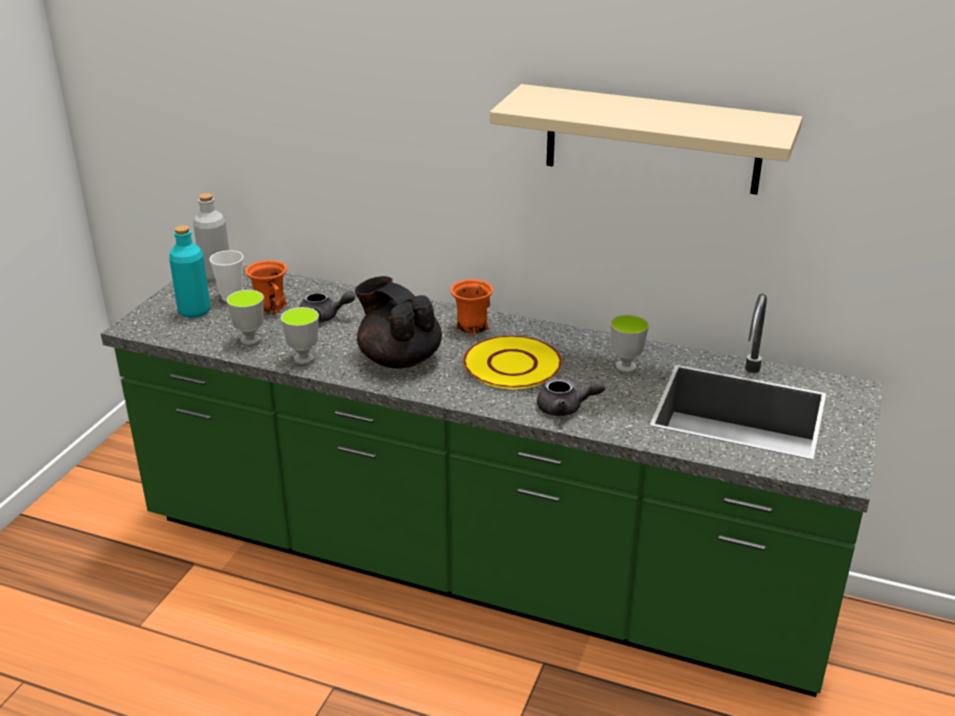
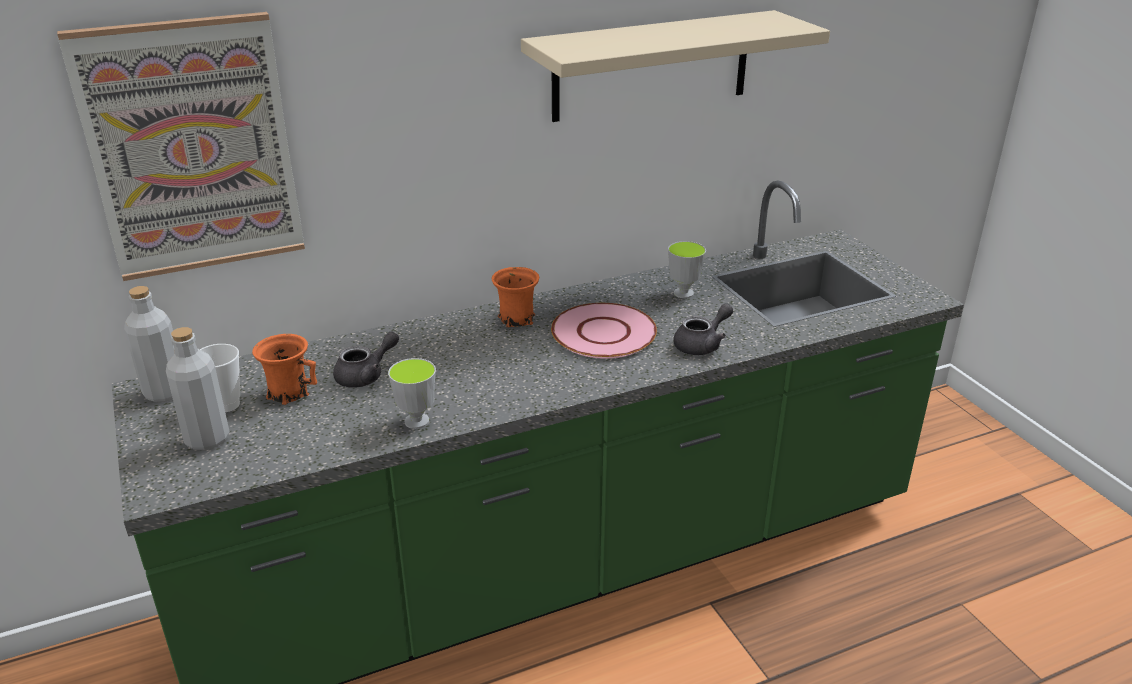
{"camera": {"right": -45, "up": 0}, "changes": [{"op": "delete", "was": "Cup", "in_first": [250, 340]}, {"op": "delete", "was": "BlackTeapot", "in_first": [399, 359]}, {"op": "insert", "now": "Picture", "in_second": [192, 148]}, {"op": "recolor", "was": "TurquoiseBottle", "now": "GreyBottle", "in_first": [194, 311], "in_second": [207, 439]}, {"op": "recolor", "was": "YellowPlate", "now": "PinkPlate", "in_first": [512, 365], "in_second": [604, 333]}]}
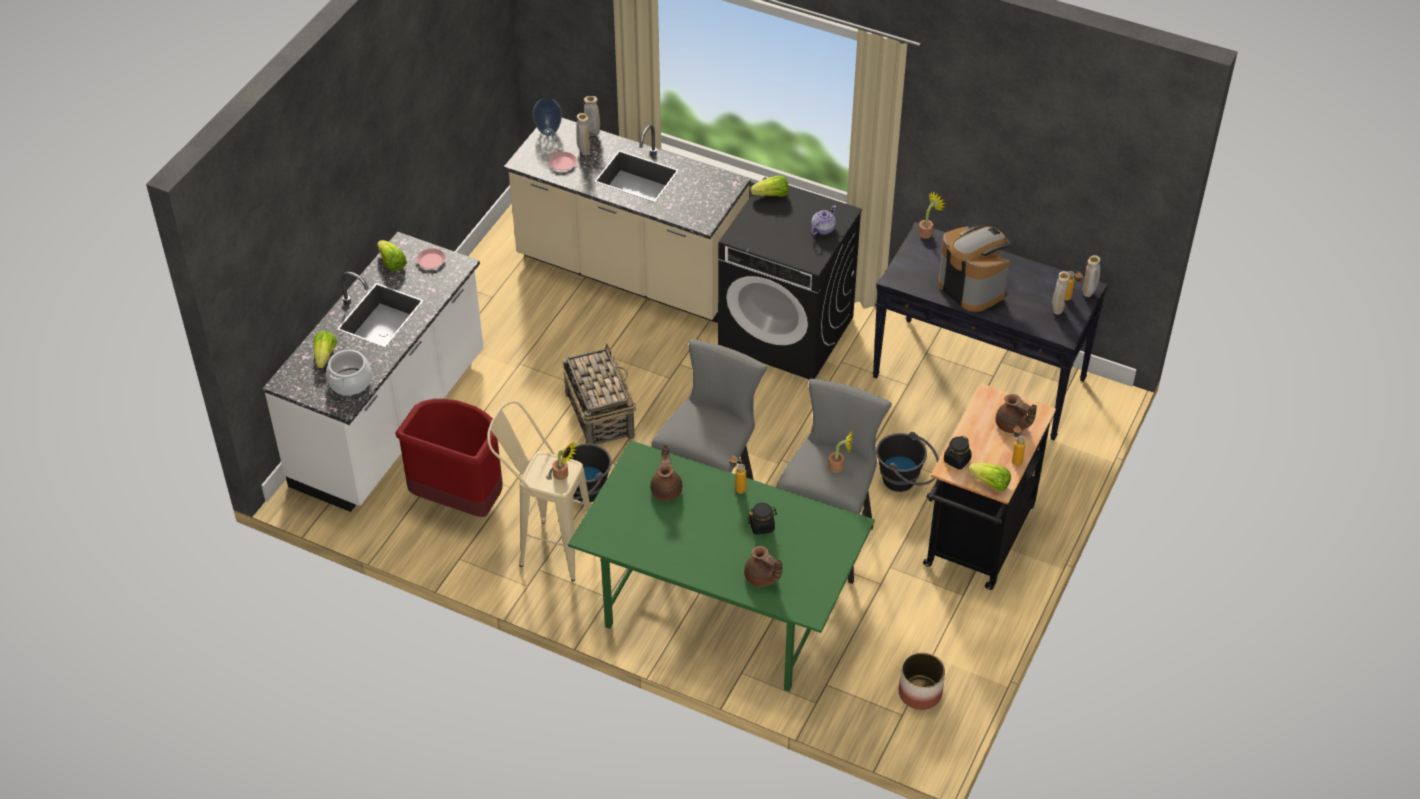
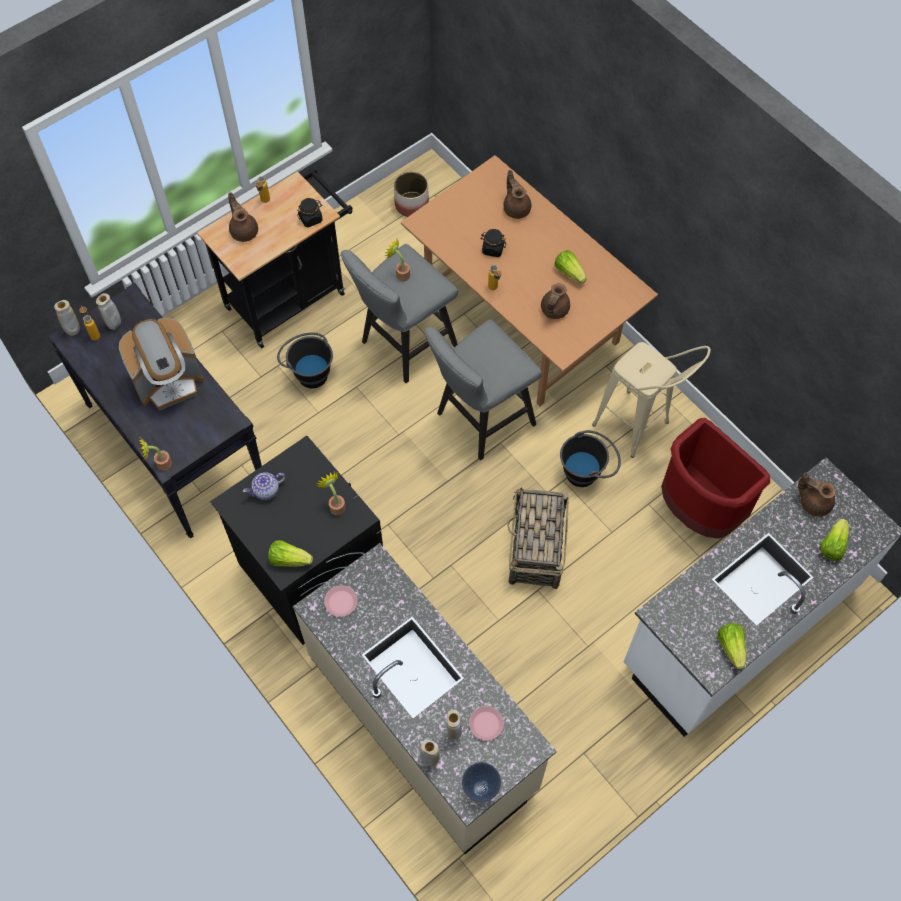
{"camera": {"right": -155, "up": 15}, "changes": [{"op": "move", "was": "PinkPlate", "in_first": [431, 261], "in_second": [341, 602]}, {"op": "move", "was": "PottedPlant", "in_first": [563, 475], "in_second": [335, 505]}, {"op": "move", "was": "Lettuce", "in_first": [990, 483], "in_second": [569, 272]}, {"op": "replace", "was": "CookingPot", "now": "BrownTeapot", "in_first": [350, 382], "in_second": [813, 502]}, {"op": "recolor", "was": "GreenDiningTable", "now": "BrownDiningTable", "in_first": [723, 609], "in_second": [519, 320]}, {"op": "rotate", "was": "CoffeeMachine", "in_first": [972, 287], "in_second": [169, 382], "clockwise": -105}]}
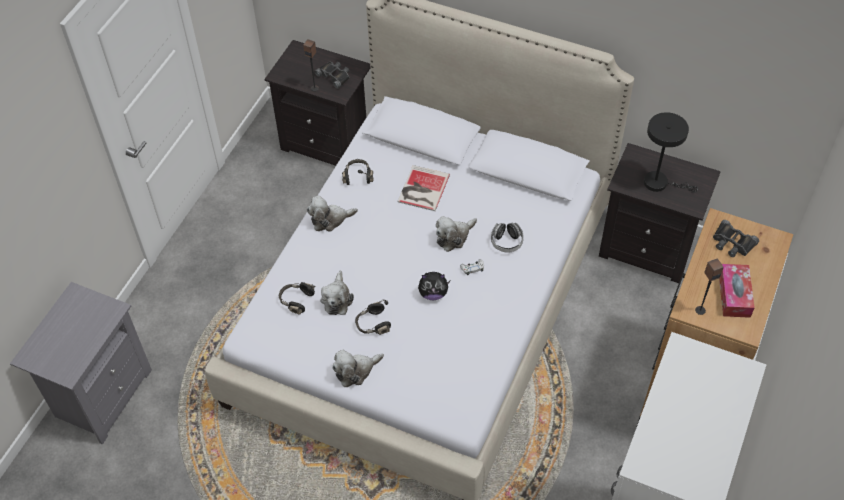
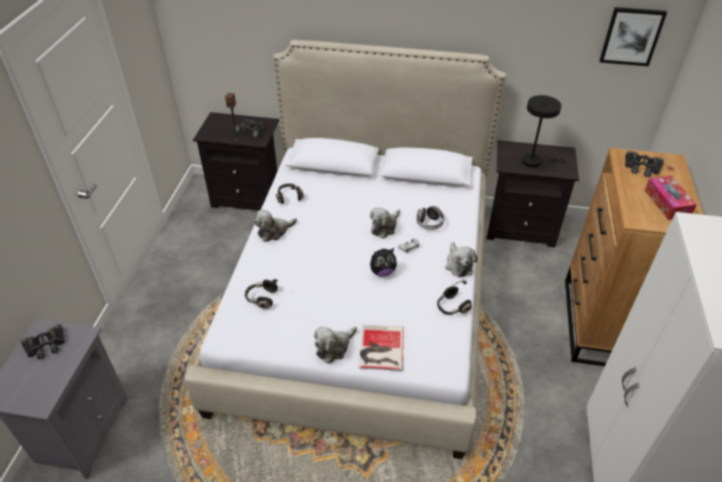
{"camera": {"right": -15, "up": -10}, "changes": [{"op": "delete", "was": "Speaker", "in_first": [700, 310]}, {"op": "insert", "now": "BlackBinoculars", "in_second": [46, 345]}, {"op": "insert", "now": "Picture", "in_second": [631, 36]}, {"op": "move", "was": "PlushToy", "in_first": [337, 299], "in_second": [458, 265]}, {"op": "move", "was": "BlackHeadphones", "in_first": [373, 324], "in_second": [452, 306]}, {"op": "move", "was": "Book", "in_first": [422, 189], "in_second": [380, 348]}]}
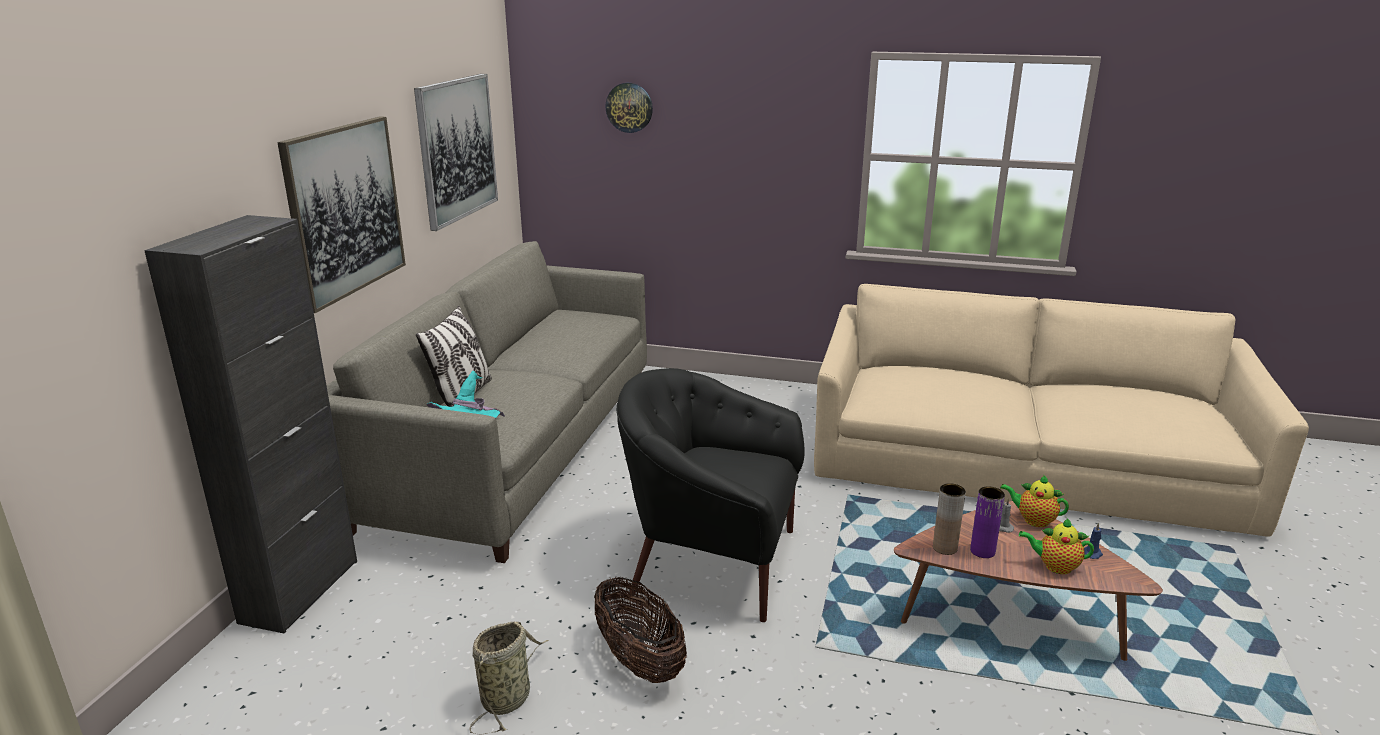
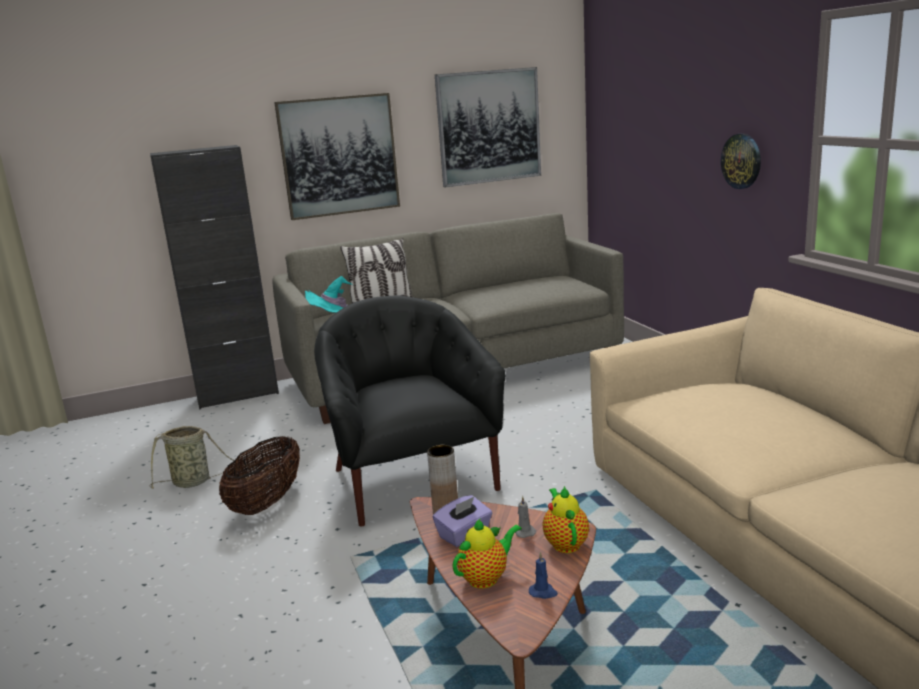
{"camera": {"right": 55, "up": -5}, "changes": [{"op": "move", "was": "WallClock", "in_first": [629, 107], "in_second": [741, 161]}, {"op": "replace", "was": "PurpleVase", "now": "PurpleTissueBox", "in_first": [982, 551], "in_second": [464, 534]}, {"op": "rotate", "was": "Teapot", "in_first": [1055, 566], "in_second": [486, 578], "clockwise": 75}]}
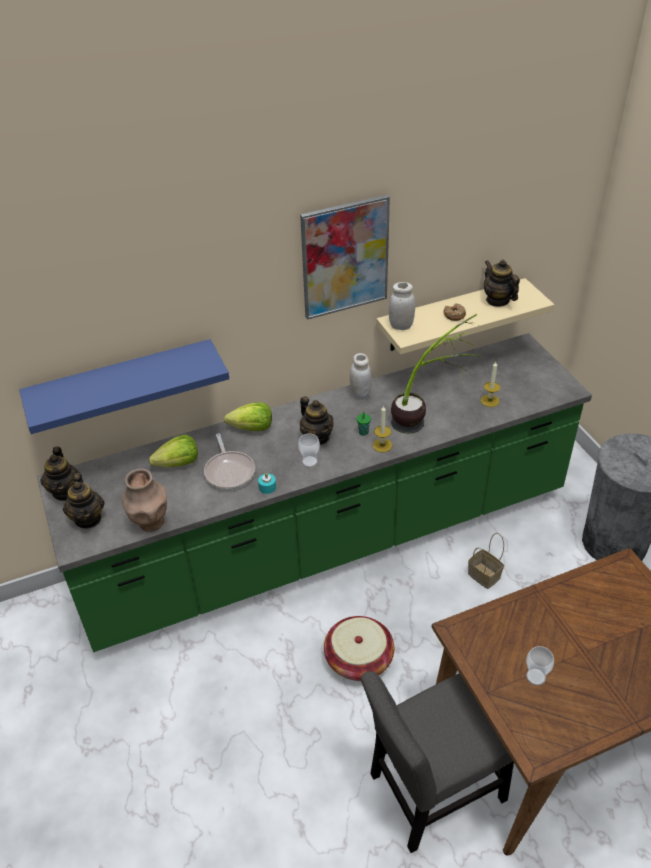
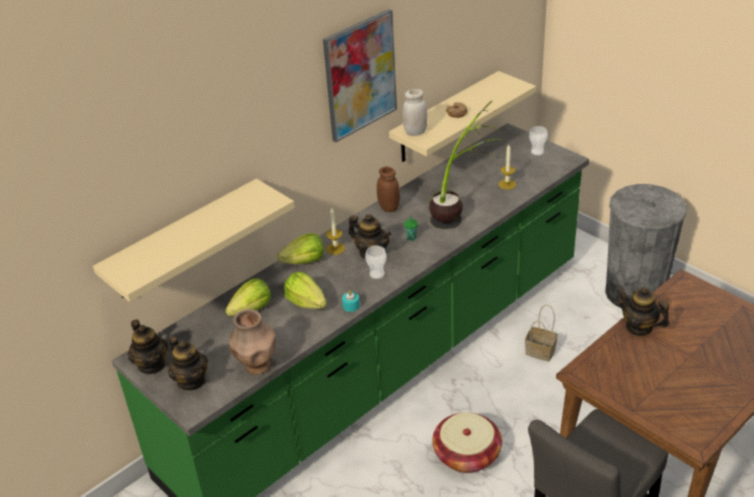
{"camera": {"right": -20, "up": -5}, "changes": [{"op": "move", "was": "Candle", "in_first": [382, 445], "in_second": [335, 248]}, {"op": "move", "was": "Teapot", "in_first": [497, 300], "in_second": [639, 327]}, {"op": "move", "was": "Cup", "in_first": [535, 677], "in_second": [537, 152]}, {"op": "replace", "was": "FryingPan", "now": "Lettuce", "in_first": [229, 471], "in_second": [306, 303]}, {"op": "recolor", "was": "BlueShelf", "now": "BeigeShelf", "in_first": [122, 382], "in_second": [183, 240]}, {"op": "recolor", "was": "WhiteJar", "now": "BrownJar", "in_first": [360, 394], "in_second": [389, 208]}]}
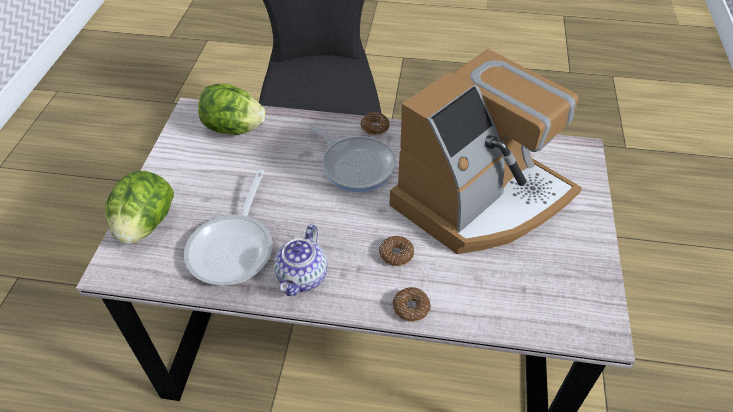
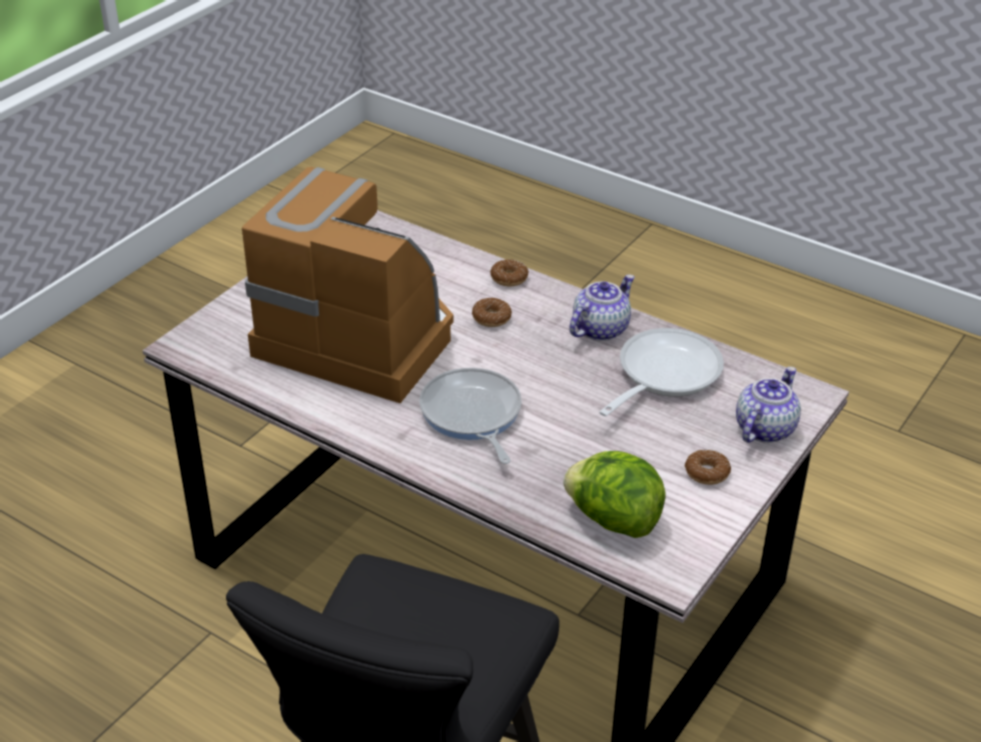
{"camera": {"right": -155, "up": -10}, "changes": [{"op": "move", "was": "Donut", "in_first": [374, 127], "in_second": [707, 473]}, {"op": "replace", "was": "Lettuce", "now": "Teapot", "in_first": [145, 225], "in_second": [764, 428]}, {"op": "rotate", "was": "CoffeeMachine", "in_first": [480, 199], "in_second": [357, 336], "clockwise": 45}]}
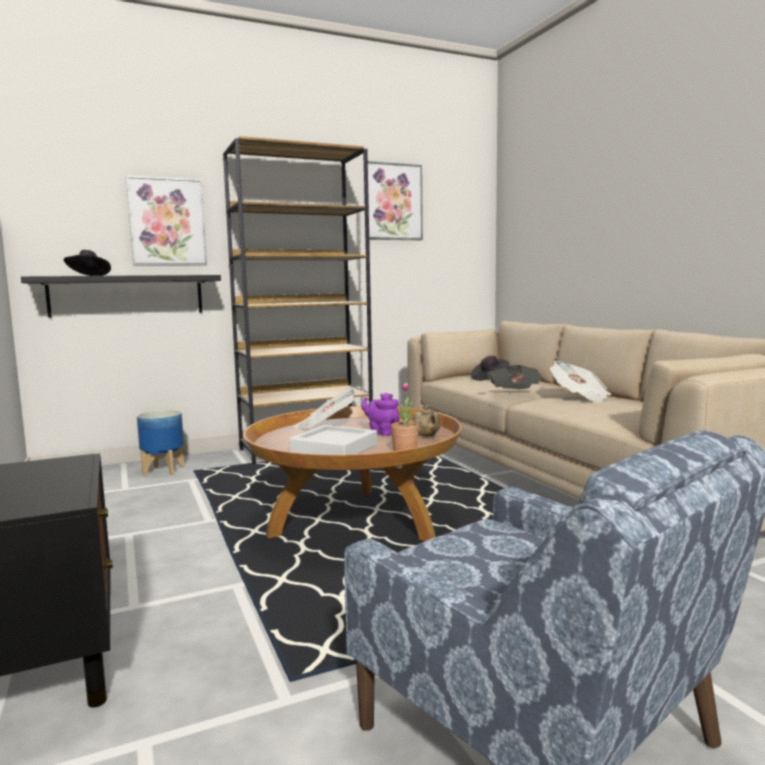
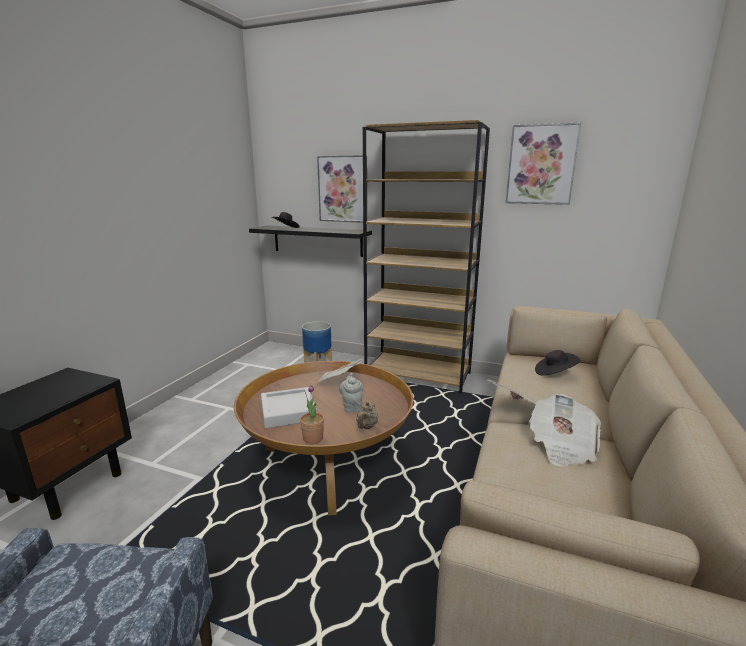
{"camera": {"right": 45, "up": 10}, "changes": [{"op": "recolor", "was": "PurpleTeapot", "now": "GreyTeapot", "in_first": [382, 432], "in_second": [352, 406]}]}
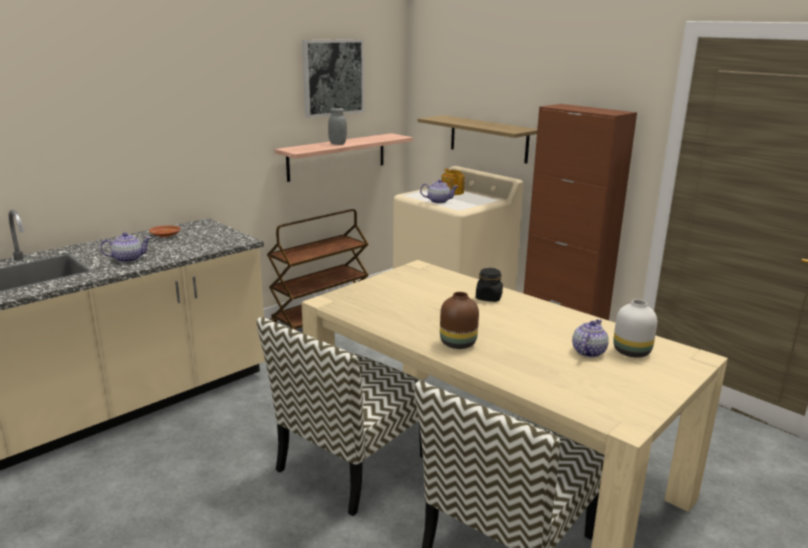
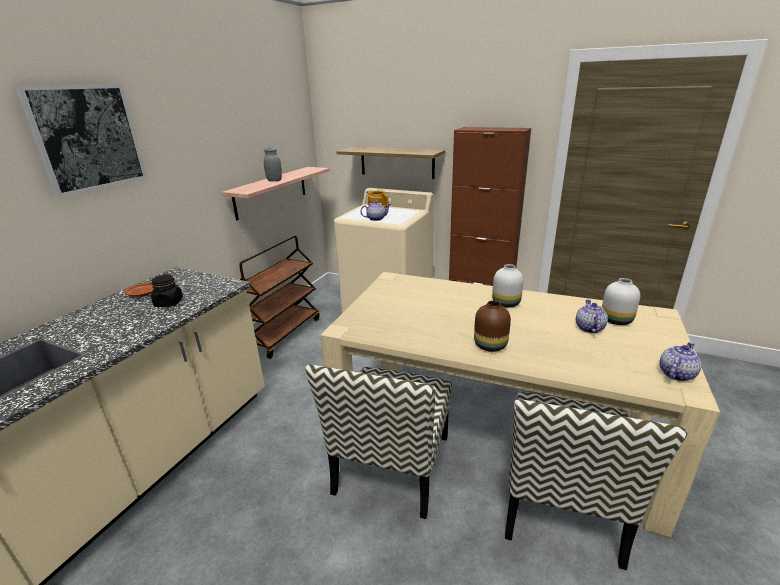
{"camera": {"right": -20, "up": 5}, "changes": [{"op": "insert", "now": "WhiteVase", "in_second": [506, 303]}, {"op": "move", "was": "Teapot", "in_first": [128, 259], "in_second": [676, 373]}, {"op": "move", "was": "Picture", "in_first": [333, 77], "in_second": [87, 138]}, {"op": "move", "was": "BlackJar", "in_first": [488, 298], "in_second": [169, 303]}]}
